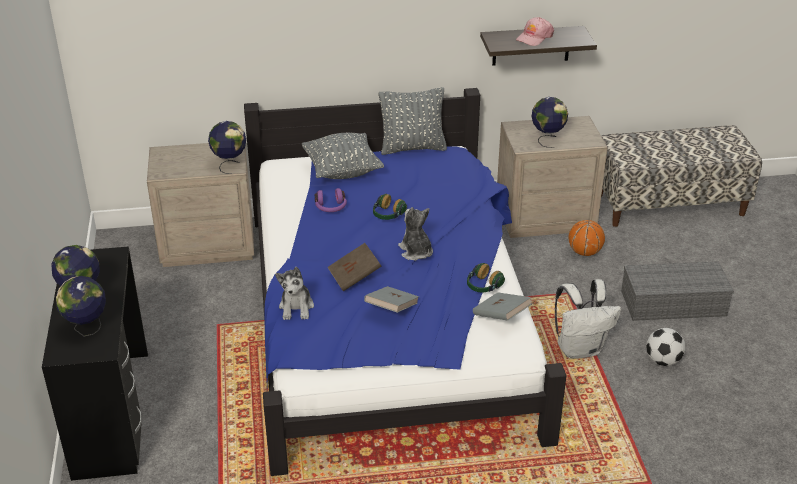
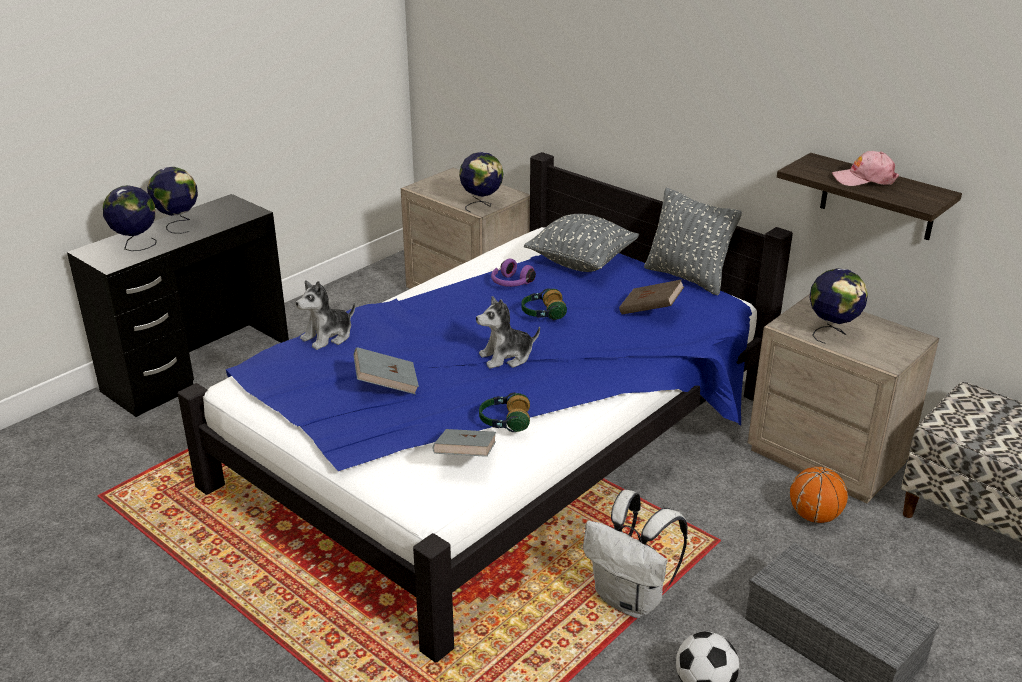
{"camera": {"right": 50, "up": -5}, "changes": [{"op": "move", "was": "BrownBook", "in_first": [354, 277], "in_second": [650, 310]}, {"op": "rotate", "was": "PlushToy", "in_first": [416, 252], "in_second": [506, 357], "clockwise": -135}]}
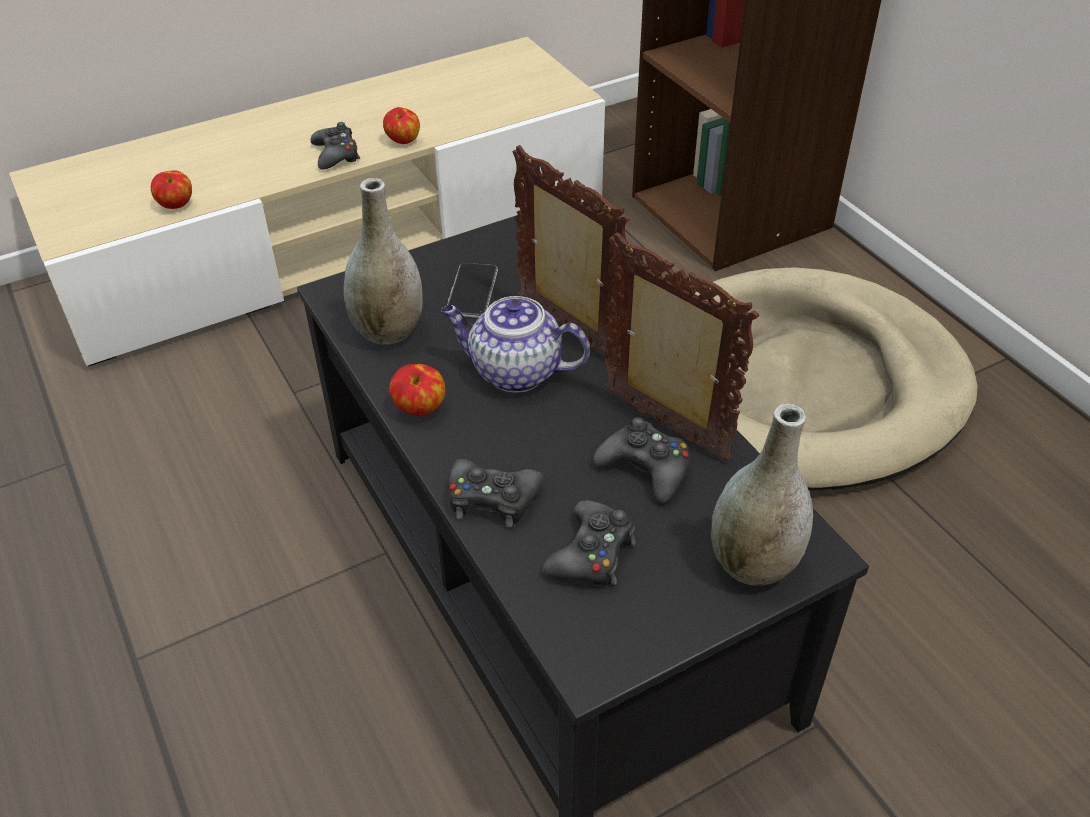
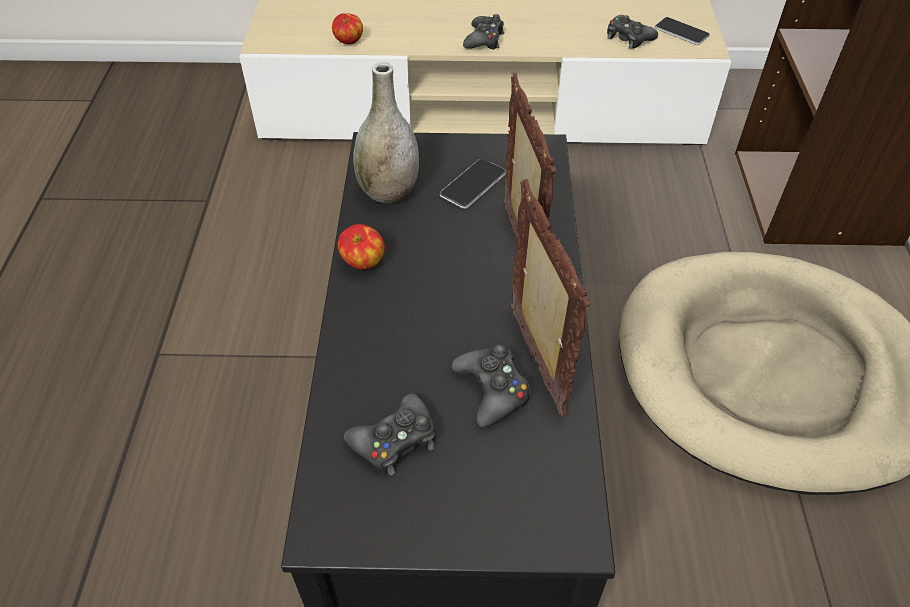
{"camera": {"right": 30, "up": 5}, "changes": [{"op": "delete", "was": "Apple", "in_first": [403, 141]}, {"op": "delete", "was": "Teapot", "in_first": [514, 372]}, {"op": "delete", "was": "GreyVase", "in_first": [753, 563]}, {"op": "insert", "now": "Phone", "in_second": [681, 32]}, {"op": "move", "was": "BlackGameController", "in_first": [492, 499], "in_second": [628, 38]}]}
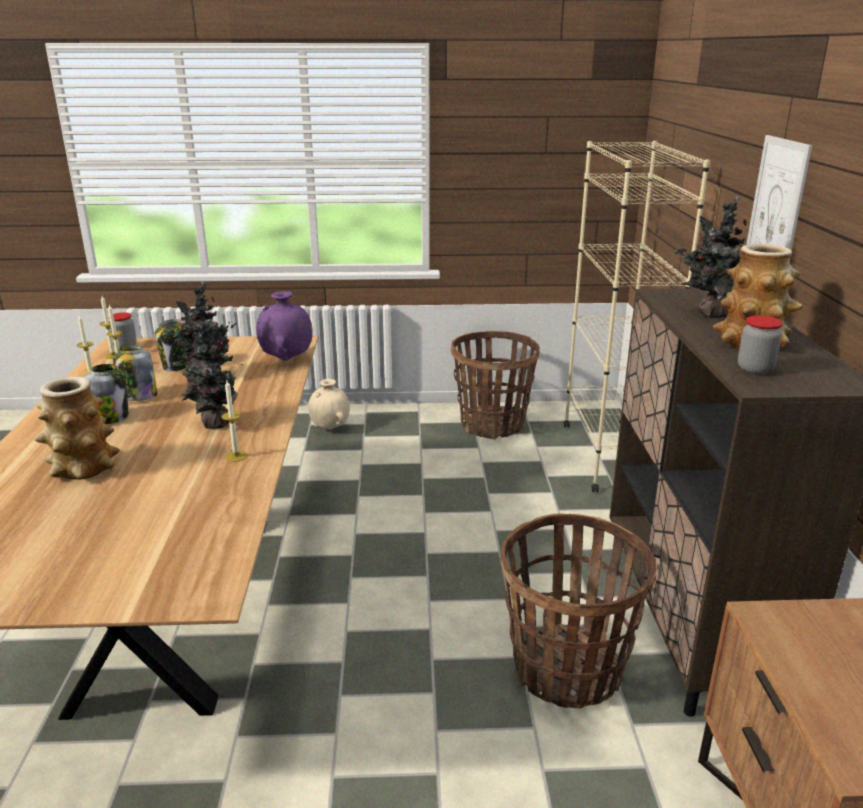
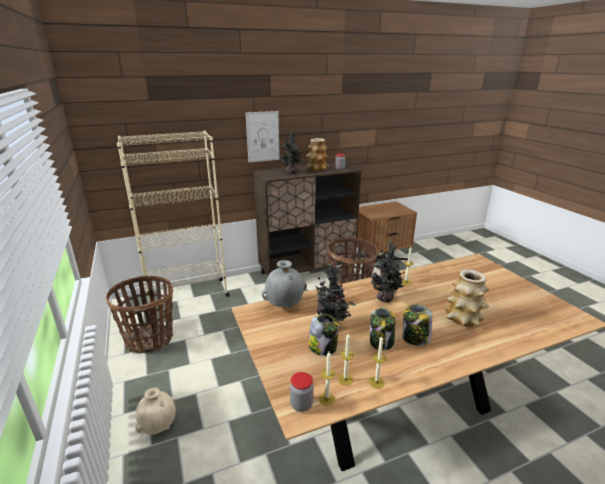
{"camera": {"right": -110, "up": 0}, "changes": [{"op": "recolor", "was": "PurpleVase", "now": "GreyVase", "in_first": [287, 360], "in_second": [285, 305]}]}
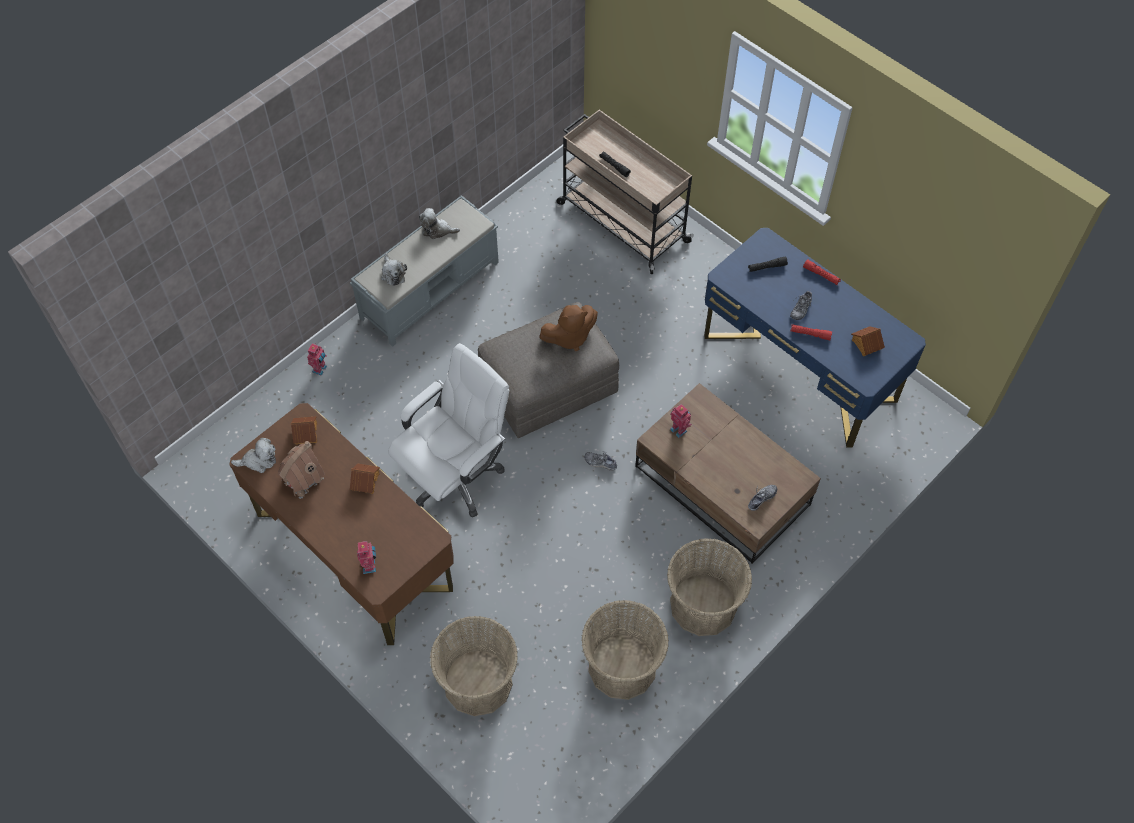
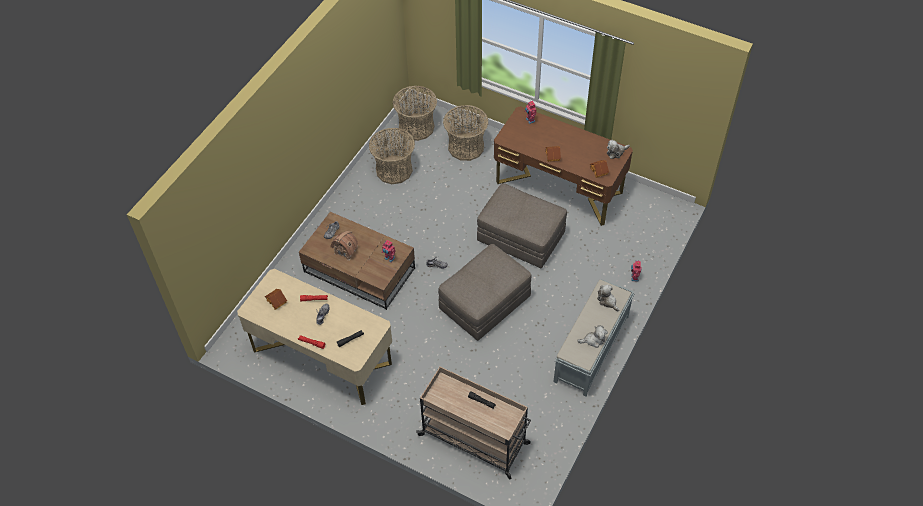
{"camera": {"right": 165, "up": -5}, "changes": [{"op": "delete", "was": "BrownPlushToy", "in_first": [569, 337]}, {"op": "move", "was": "ToyHouse", "in_first": [302, 479], "in_second": [346, 250]}, {"op": "move", "was": "Basket", "in_first": [703, 605], "in_second": [416, 127]}, {"op": "replace", "was": "WhiteOfficeChair", "now": "GreyOttoman", "in_first": [455, 476], "in_second": [520, 237]}, {"op": "recolor", "was": "BlueDesk", "now": "BeigeDesk", "in_first": [799, 368], "in_second": [322, 356]}]}
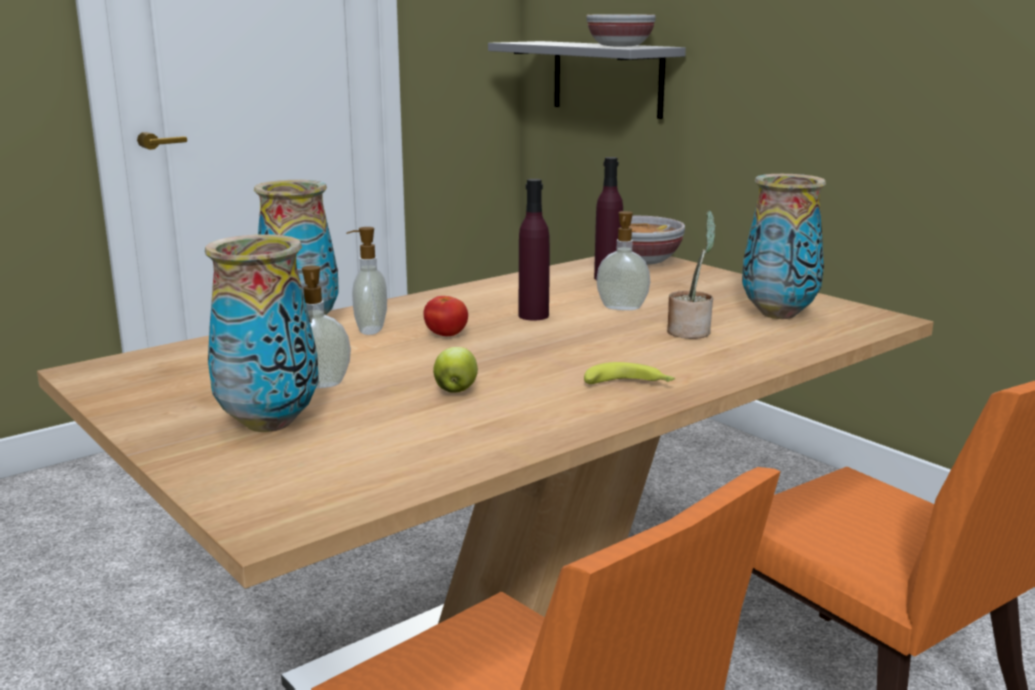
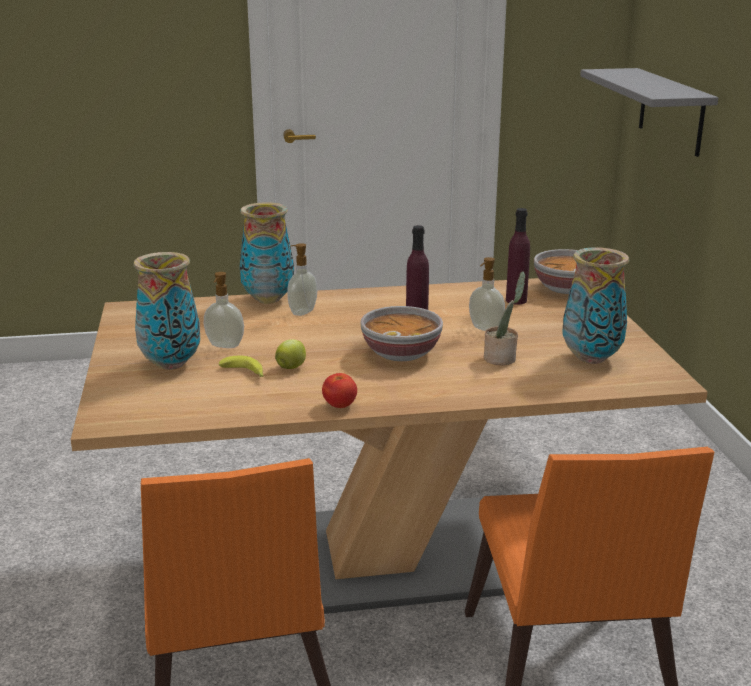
{"camera": {"right": 30, "up": 5}, "changes": [{"op": "move", "was": "Tomato", "in_first": [446, 335], "in_second": [339, 405]}, {"op": "move", "was": "Banana", "in_first": [629, 385], "in_second": [245, 373]}, {"op": "move", "was": "Bowl", "in_first": [619, 46], "in_second": [401, 353]}]}
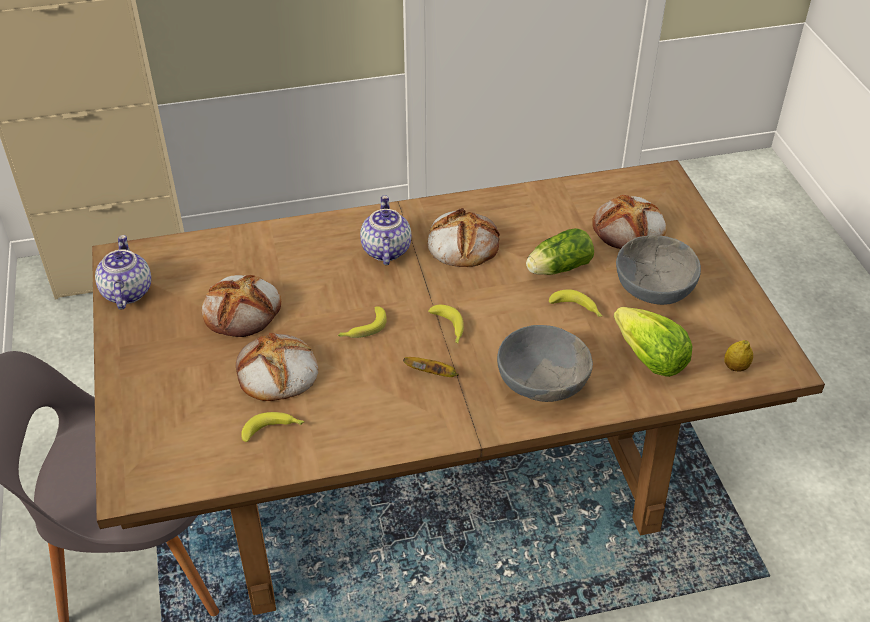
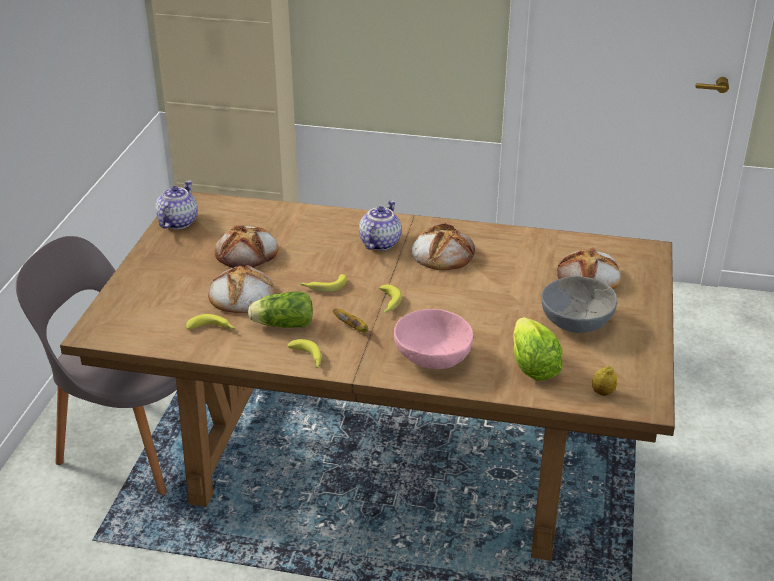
{"camera": {"right": 25, "up": -10}, "changes": [{"op": "move", "was": "Lettuce", "in_first": [557, 268], "in_second": [281, 324]}, {"op": "move", "was": "Banana", "in_first": [577, 309], "in_second": [308, 358]}, {"op": "recolor", "was": "GreyBowl", "now": "PinkBowl", "in_first": [542, 381], "in_second": [433, 356]}]}
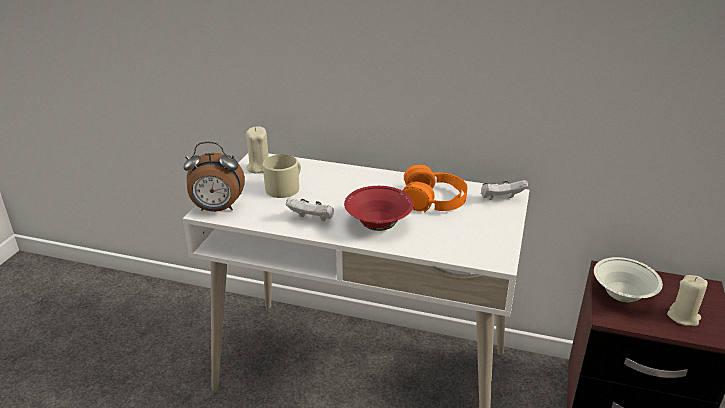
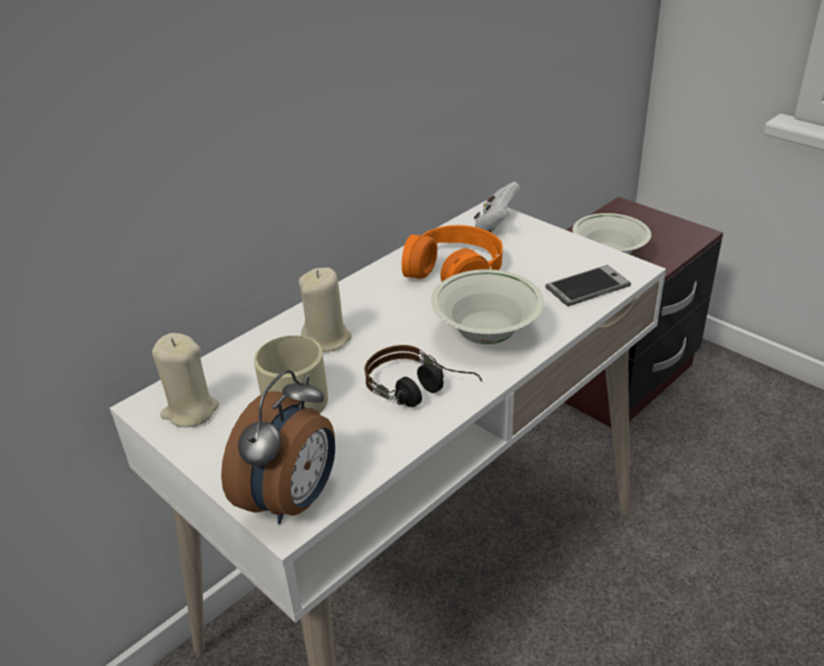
{"camera": {"right": -60, "up": 5}, "changes": [{"op": "insert", "now": "Phone", "in_second": [587, 287]}, {"op": "move", "was": "BeigeCandle", "in_first": [683, 317], "in_second": [327, 339]}, {"op": "replace", "was": "WhiteGameController", "now": "Headphones", "in_first": [312, 220], "in_second": [422, 393]}, {"op": "recolor", "was": "RedBowl", "now": "WhiteBowl", "in_first": [378, 225], "in_second": [486, 334]}]}
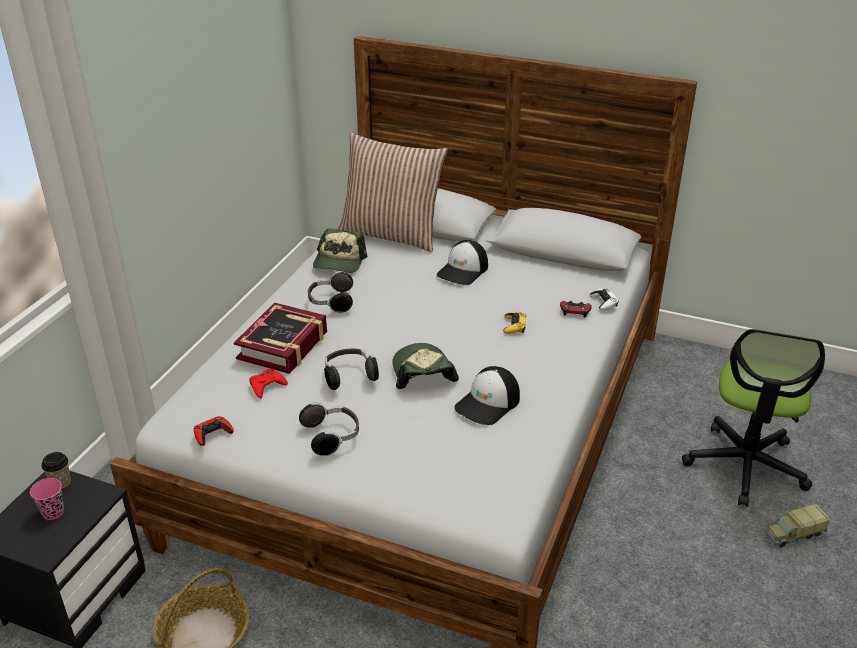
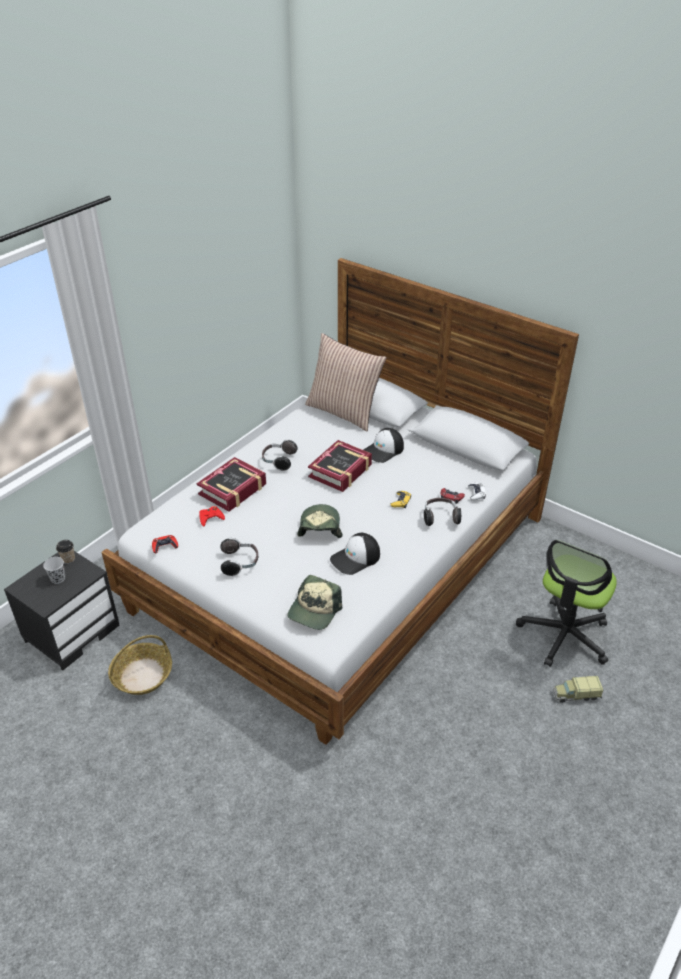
{"camera": {"right": 15, "up": 5}, "changes": [{"op": "insert", "now": "Book", "in_second": [340, 471]}, {"op": "move", "was": "Cap", "in_first": [339, 262], "in_second": [314, 610]}, {"op": "move", "was": "Headphones", "in_first": [349, 376], "in_second": [440, 517]}, {"op": "recolor", "was": "PinkCup", "now": "BlackCup", "in_first": [53, 512], "in_second": [58, 579]}]}
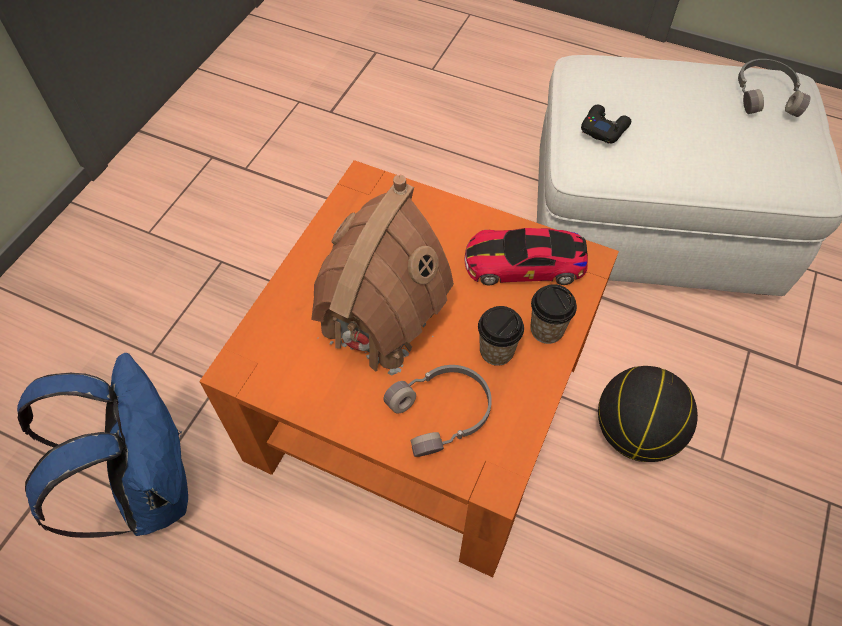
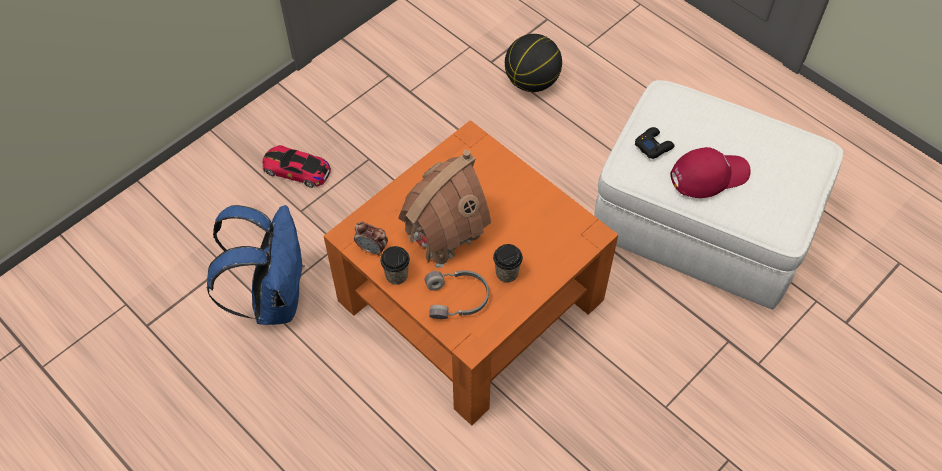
{"camera": {"right": 20, "up": 0}, "changes": [{"op": "delete", "was": "GreyHeadphones", "in_first": [766, 95]}, {"op": "insert", "now": "AlarmClock", "in_second": [372, 249]}, {"op": "insert", "now": "RedCap", "in_second": [709, 175]}, {"op": "move", "was": "ToyCar", "in_first": [524, 263], "in_second": [296, 170]}, {"op": "move", "was": "Cup", "in_first": [546, 330], "in_second": [396, 275]}, {"op": "move", "was": "Basketball", "in_first": [634, 432], "in_second": [531, 82]}]}
